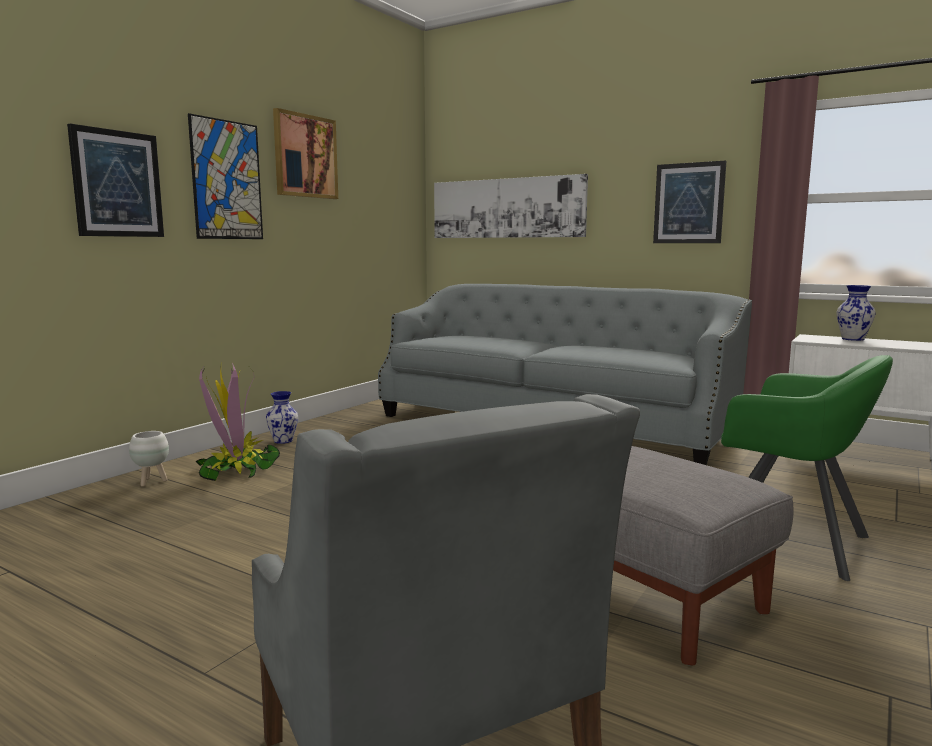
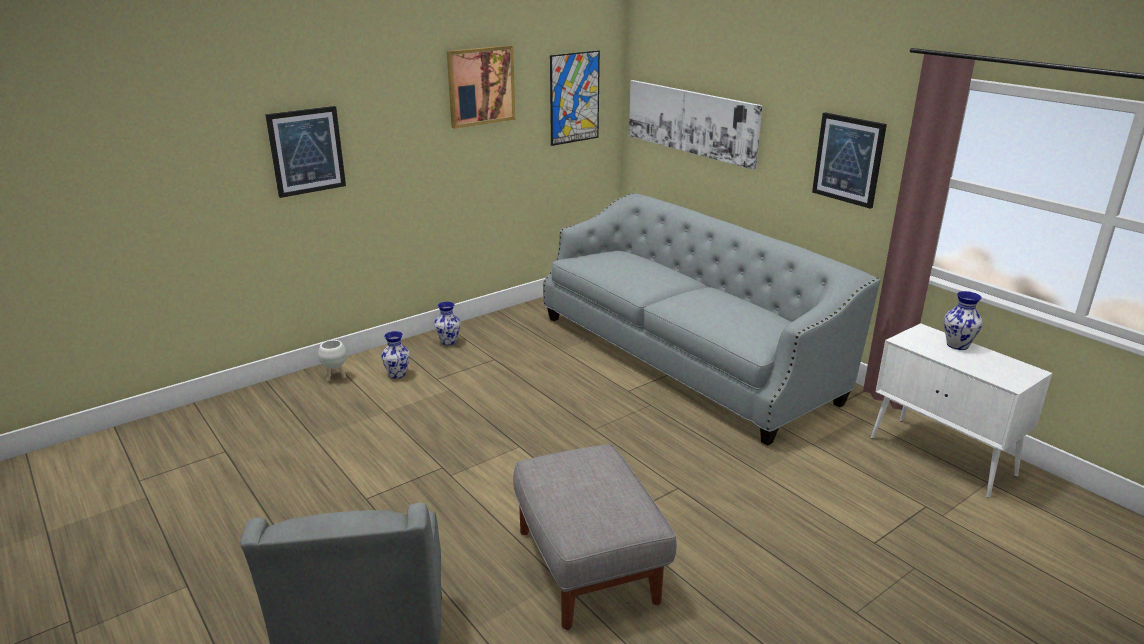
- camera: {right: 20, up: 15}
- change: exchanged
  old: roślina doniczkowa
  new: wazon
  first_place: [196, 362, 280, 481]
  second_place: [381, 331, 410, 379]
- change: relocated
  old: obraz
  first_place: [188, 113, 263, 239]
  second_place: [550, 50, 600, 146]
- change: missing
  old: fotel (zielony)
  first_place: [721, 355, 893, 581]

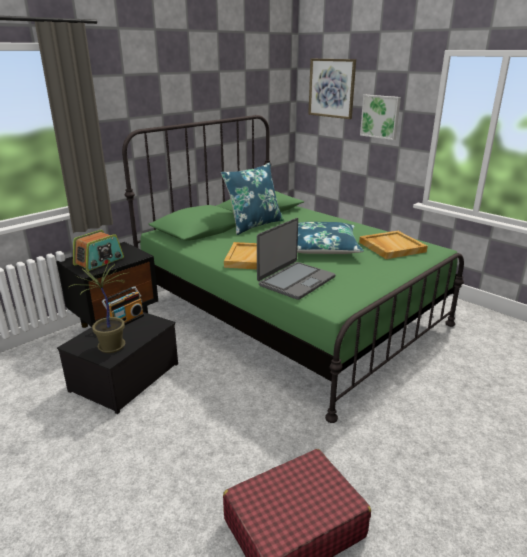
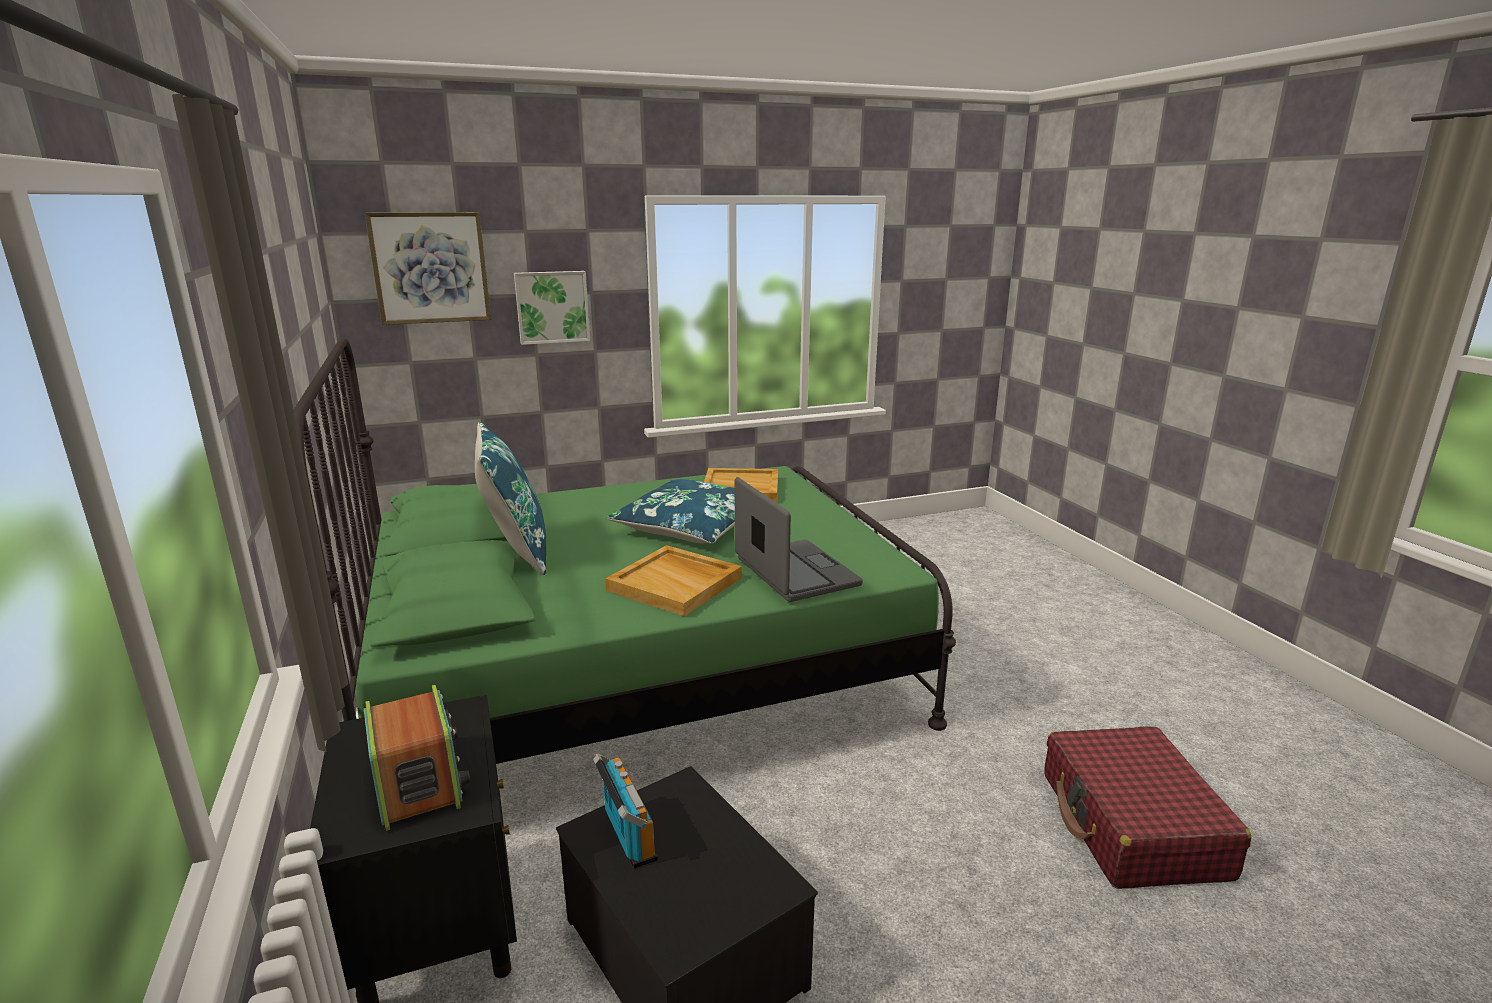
- camera: {right: -65, up: -5}
- change: missing
  old: roślina doniczkowa
  first_place: [68, 264, 129, 353]

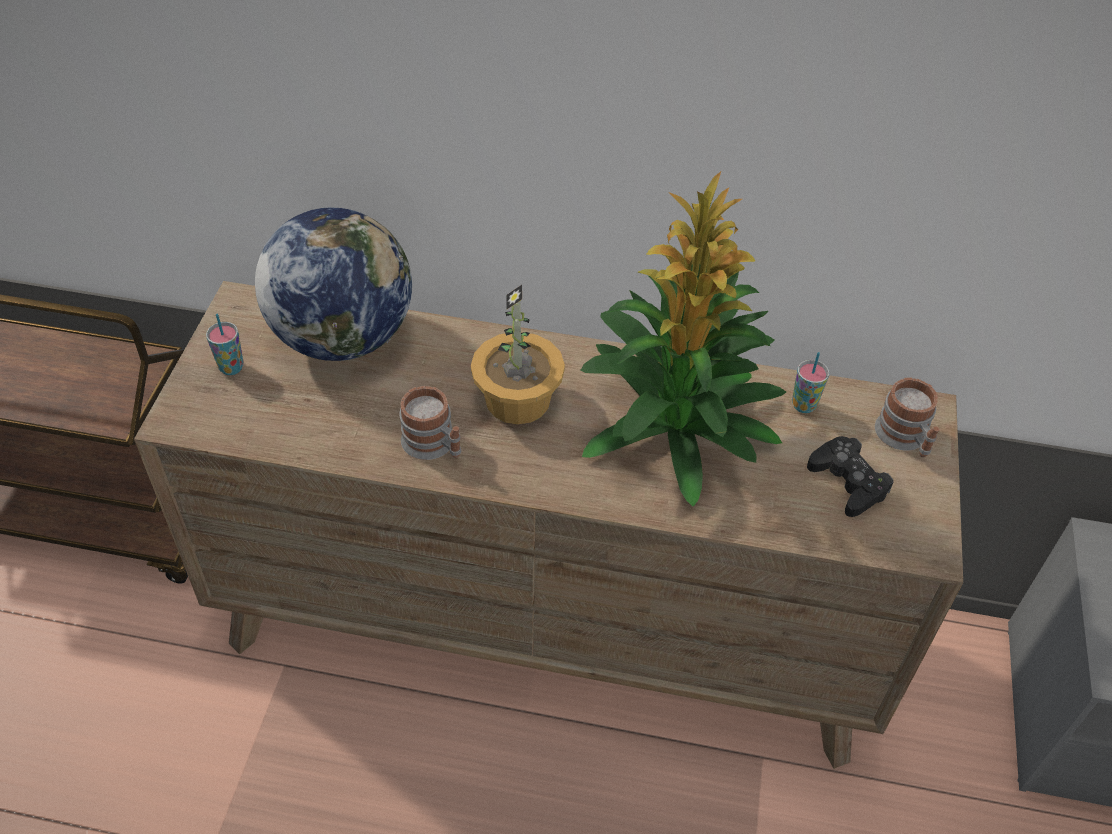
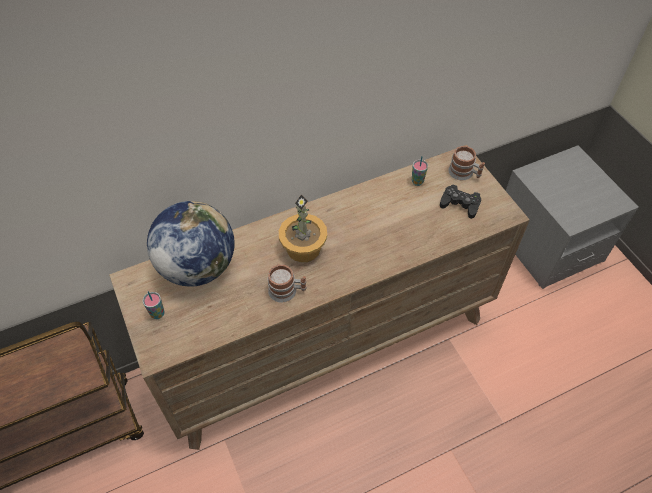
- camera: {right: -35, up: 5}
- change: missing
  old: roślina doniczkowa
  first_place: [580, 172, 786, 507]

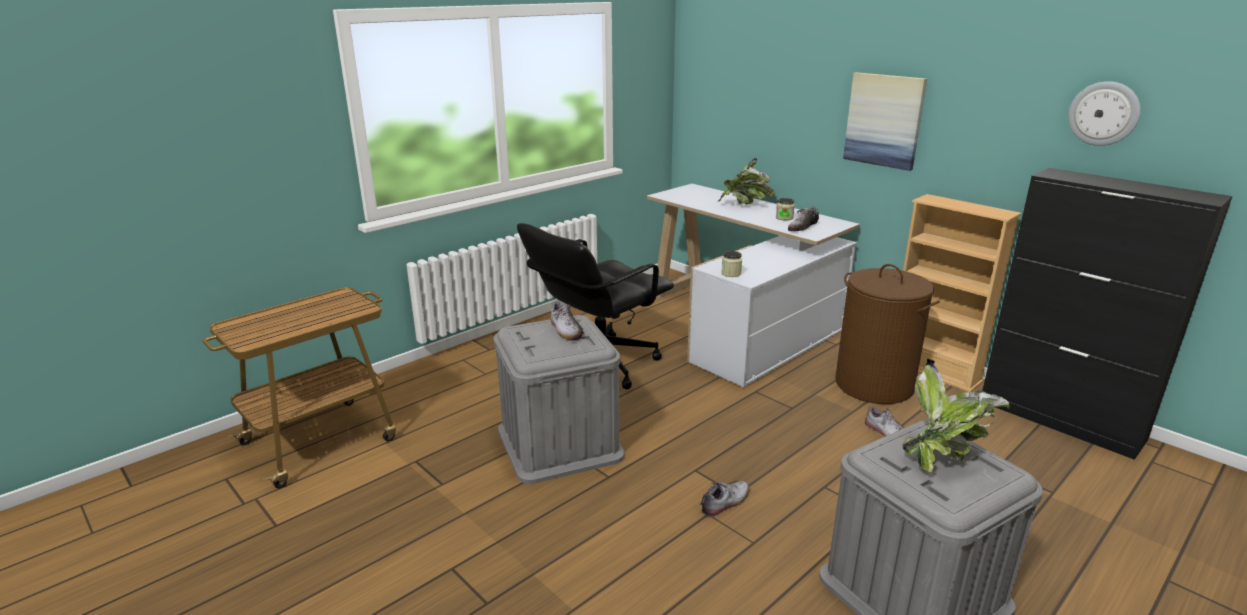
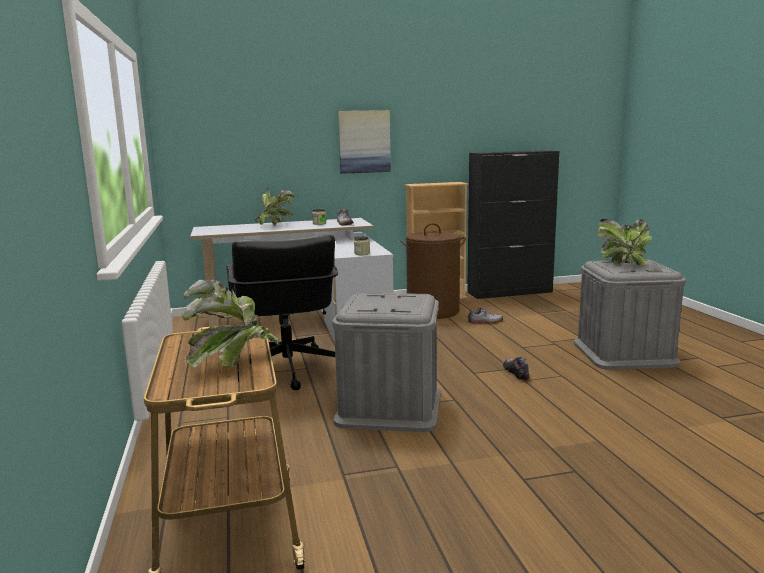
- camera: {right: -60, up: -10}
- change: appeared
  new: roślina doniczkowa
  second_place: [182, 279, 279, 368]
- change: missing
  old: but
  first_place: [551, 301, 584, 341]
- change: missing
  old: zegar ścienny
  first_place: [1068, 81, 1141, 146]

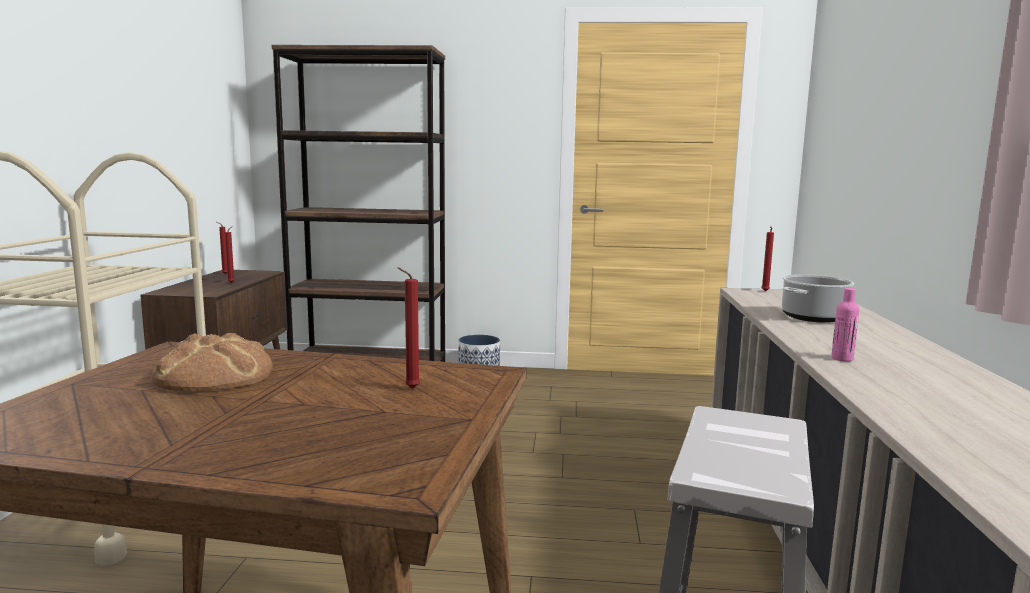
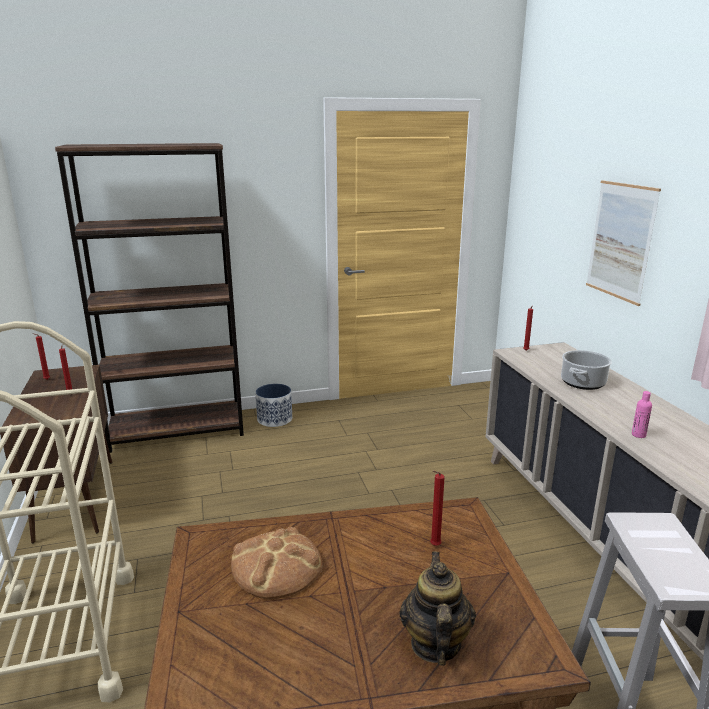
- camera: {right: -20, up: 10}
- change: appeared
  new: imbryk
  second_place: [400, 551, 476, 665]
- change: appeared
  new: obraz
  second_place: [586, 180, 661, 306]

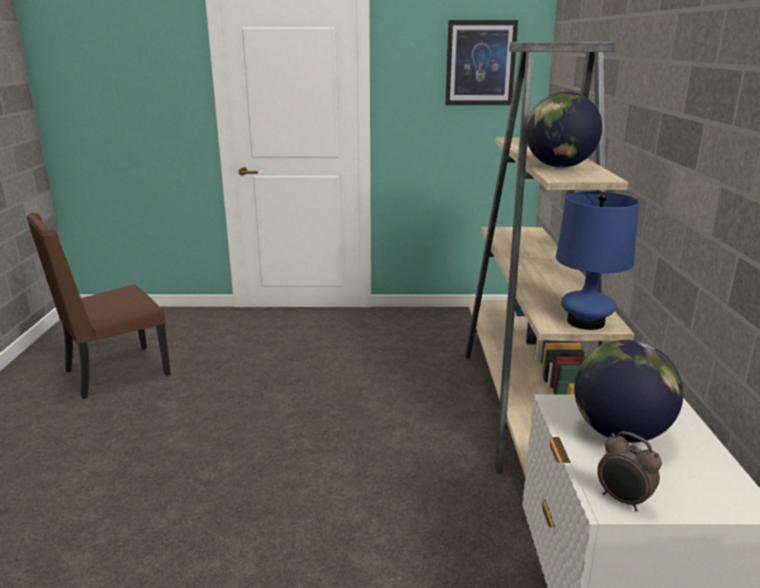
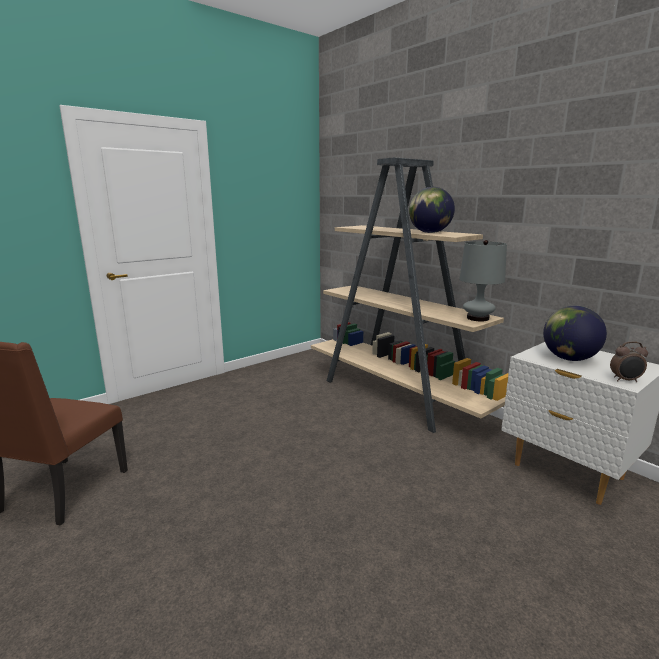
- camera: {right: -40, up: -5}
- change: colour
  old: lampa stołowa (niebieski)
  new: lampa stołowa (szary)
  first_place: [556, 191, 639, 330]
  second_place: [459, 240, 507, 321]
- change: missing
  old: obraz
  first_place: [445, 20, 518, 105]

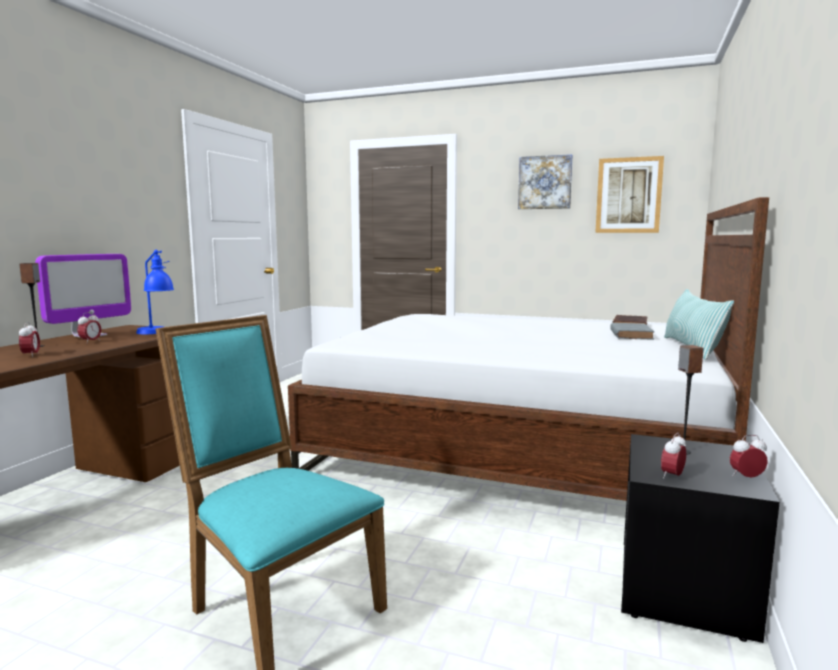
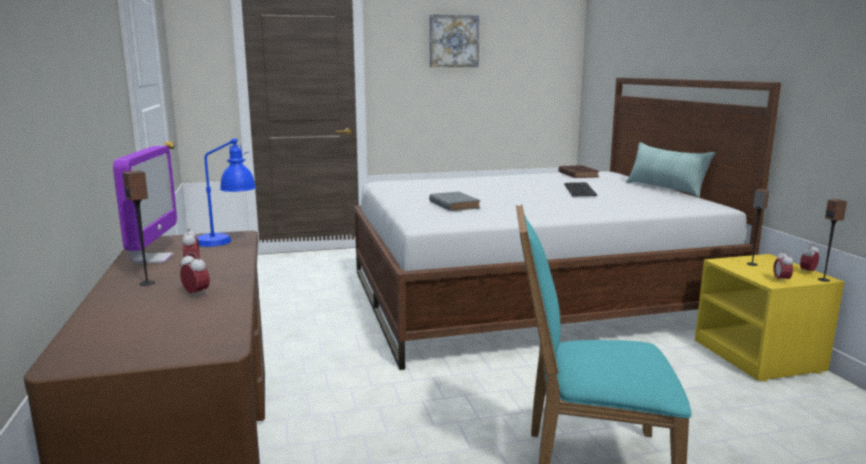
- camera: {right: -35, up: 5}
- change: relocated
  old: książka (szary)
  first_place: [610, 323, 655, 340]
  second_place: [429, 192, 481, 211]
- change: appeared
  new: klawiatura
  second_place: [564, 182, 597, 196]
- change: colour
  old: szafka nocna (czarny)
  new: szafka nocna (żółty)
  first_place: [621, 434, 780, 643]
  second_place: [695, 254, 844, 382]
- change: appeared
  new: głośnik
  second_place: [818, 199, 847, 282]
- change: missing
  old: obraz
  first_place: [595, 156, 664, 233]

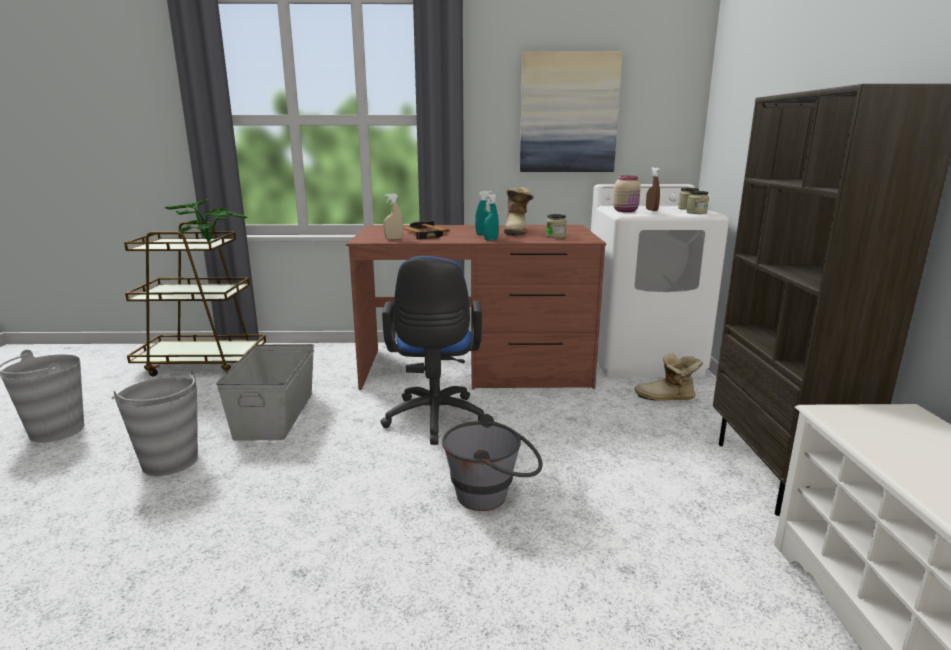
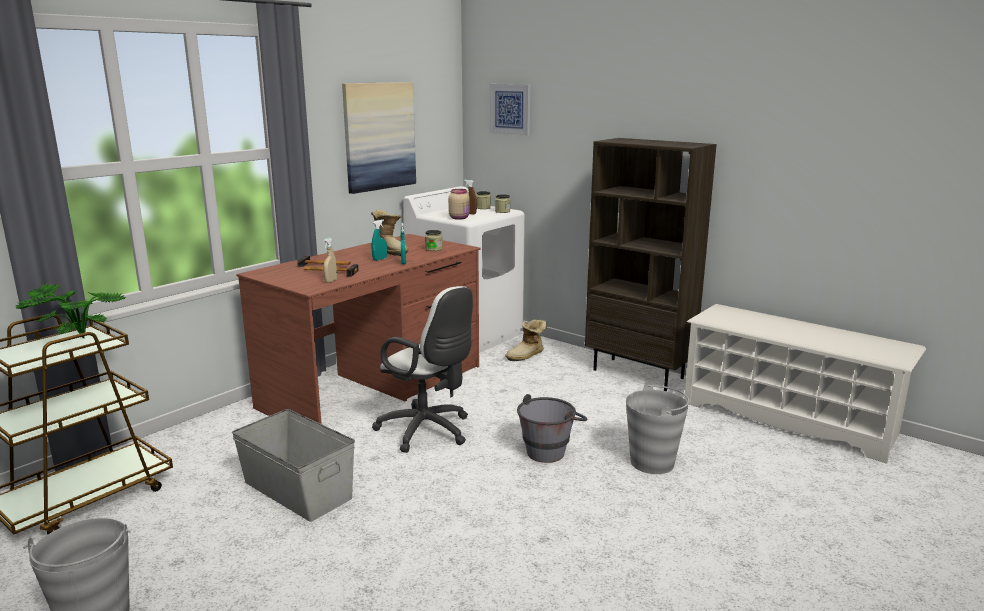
- camera: {right: -50, up: 0}
- change: colour
  old: krzesło biurowe (niebieski)
  new: krzesło biurowe (biały)
  first_place: [380, 256, 484, 445]
  second_place: [372, 286, 473, 453]
- change: appeared
  new: obraz
  second_place: [489, 84, 530, 136]
- change: relocated
  old: wiadro (szary)
  first_place: [112, 370, 199, 476]
  second_place: [626, 381, 689, 474]

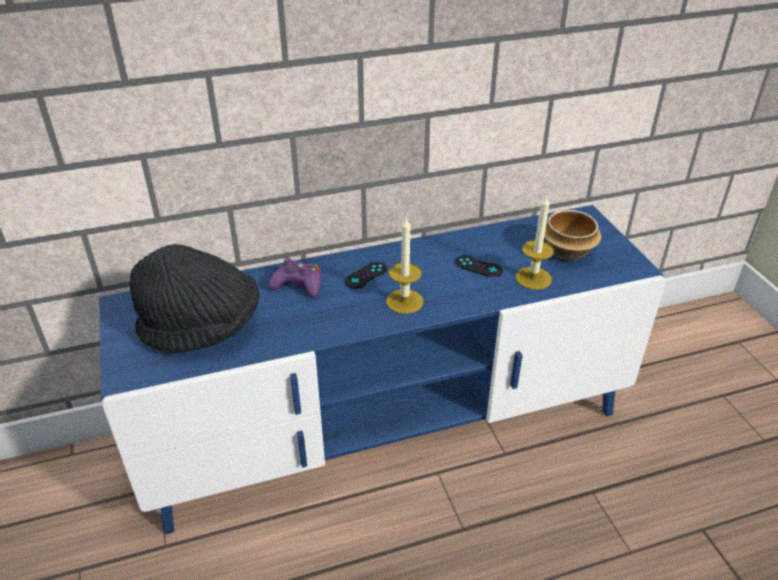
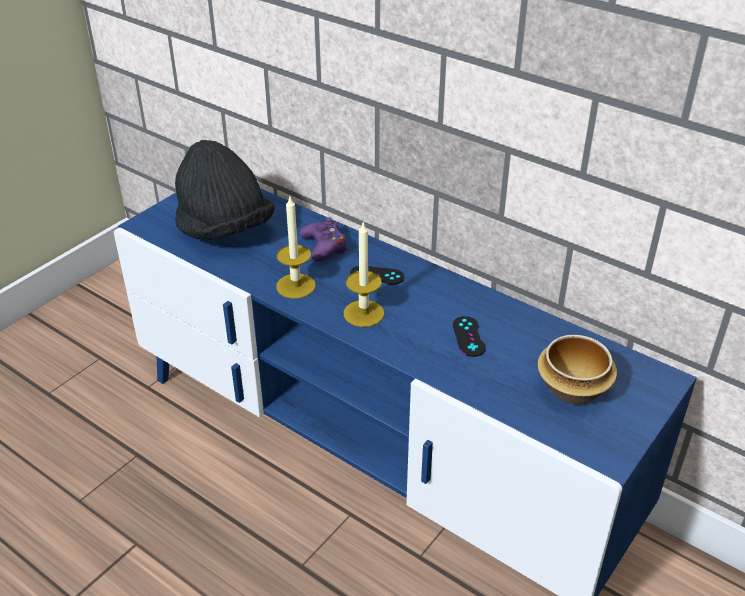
- camera: {right: 55, up: 0}
- change: relocated
  old: świeca
  first_place: [516, 194, 554, 290]
  second_place: [276, 197, 316, 299]

